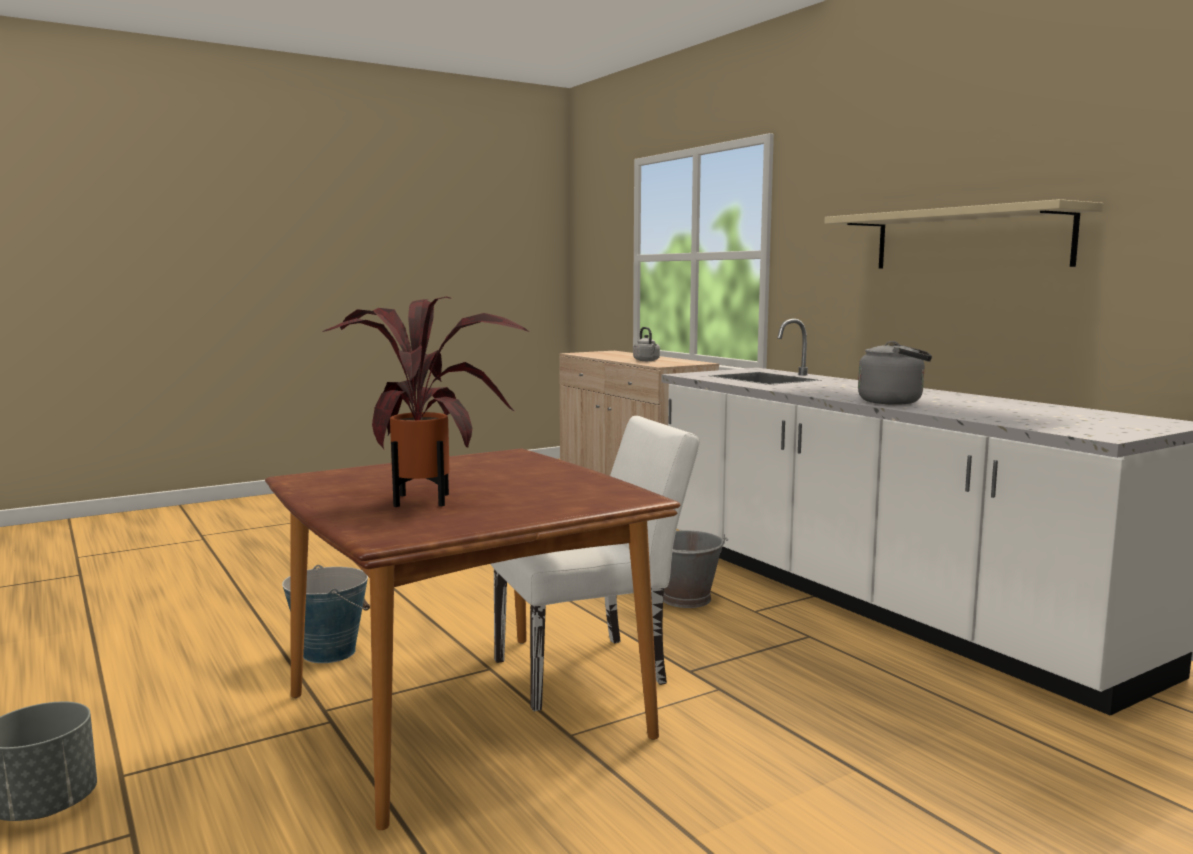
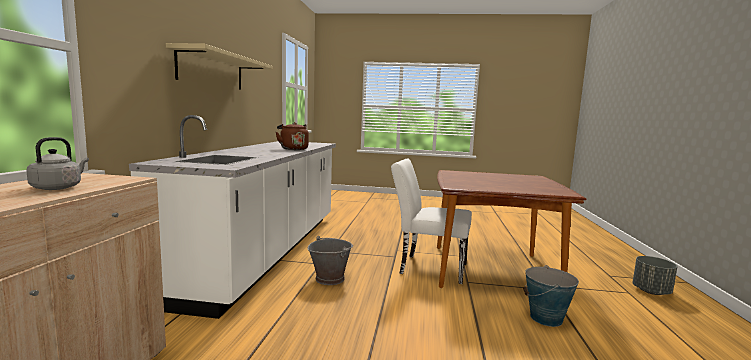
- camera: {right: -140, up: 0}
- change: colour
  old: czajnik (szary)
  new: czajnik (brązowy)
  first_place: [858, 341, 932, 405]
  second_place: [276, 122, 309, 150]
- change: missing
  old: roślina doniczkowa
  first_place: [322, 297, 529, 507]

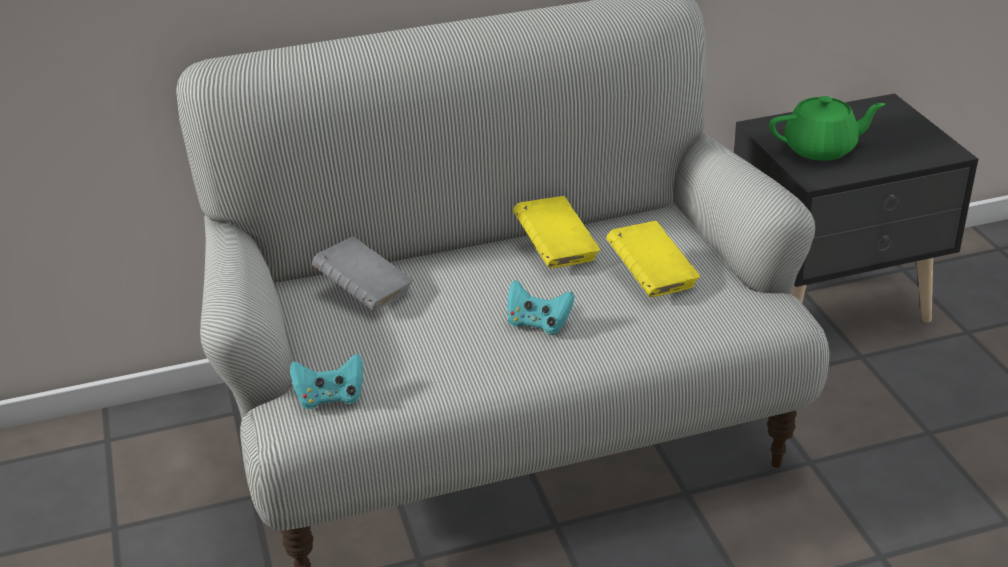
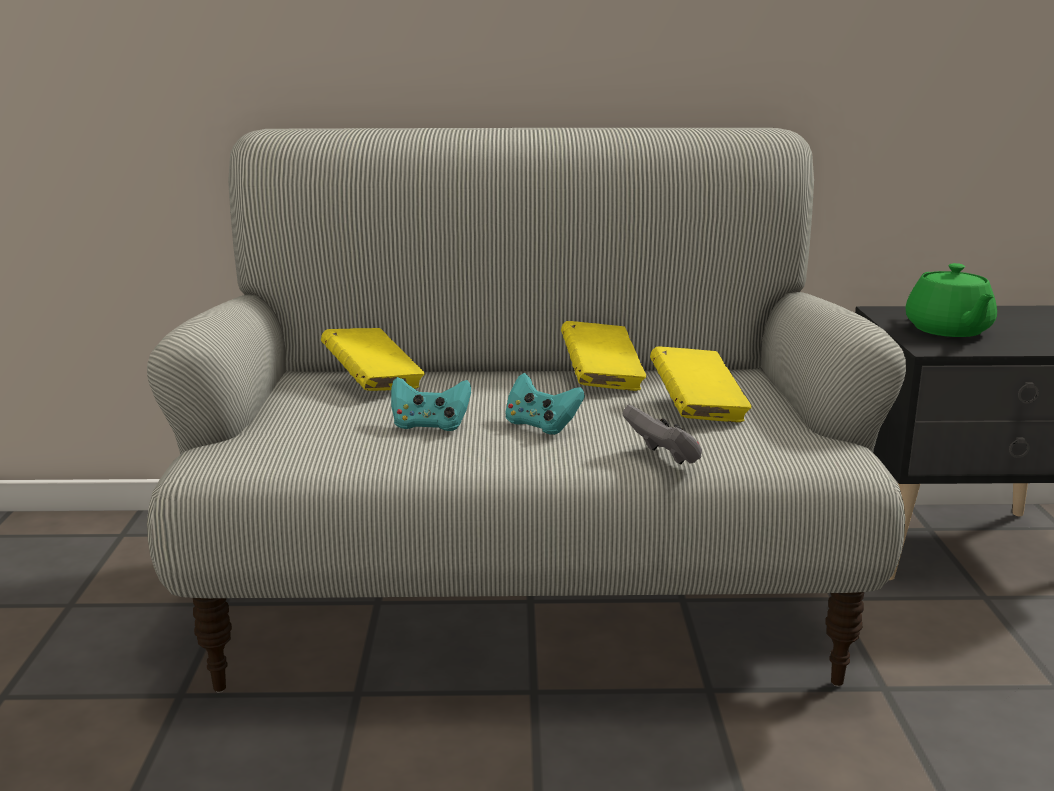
- camera: {right: 15, up: -15}
- change: colour
  old: książka (szary)
  new: książka (żółty)
  first_place: [312, 236, 413, 311]
  second_place: [321, 328, 425, 391]
- change: relocated
  old: pad do gier (turkusowy)
  first_place: [290, 353, 363, 409]
  second_place: [391, 377, 471, 431]
- change: appeared
  new: pad do gier (szary)
  second_place: [622, 405, 702, 465]
- change: spun
  old: imbryk (zielony)
  first_place: [769, 96, 885, 161]
  second_place: [906, 263, 997, 337]
  degrees: 75

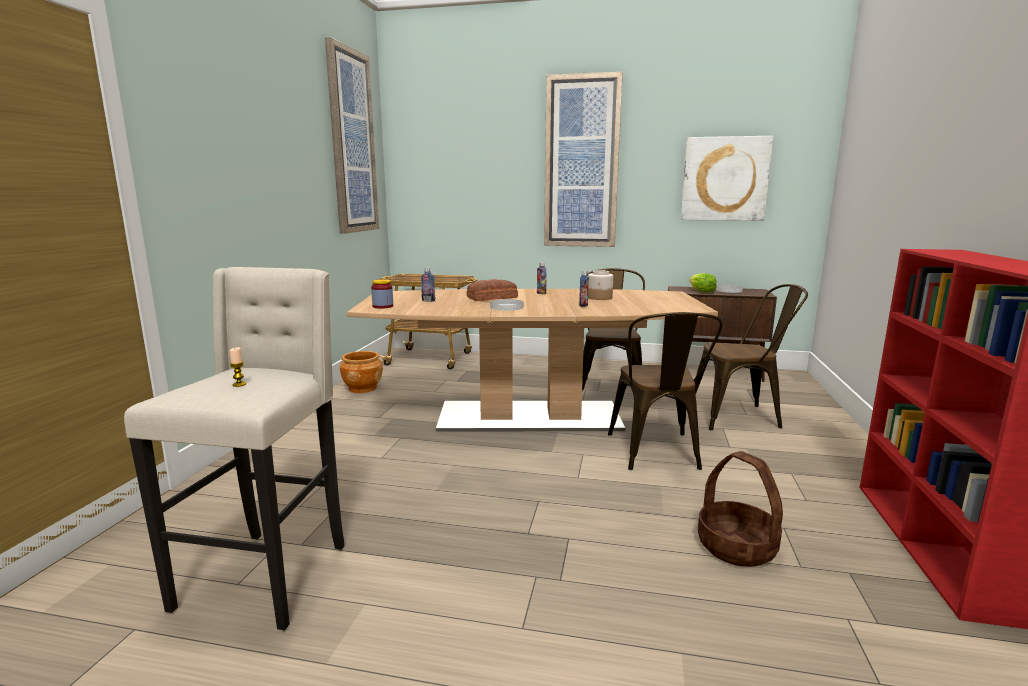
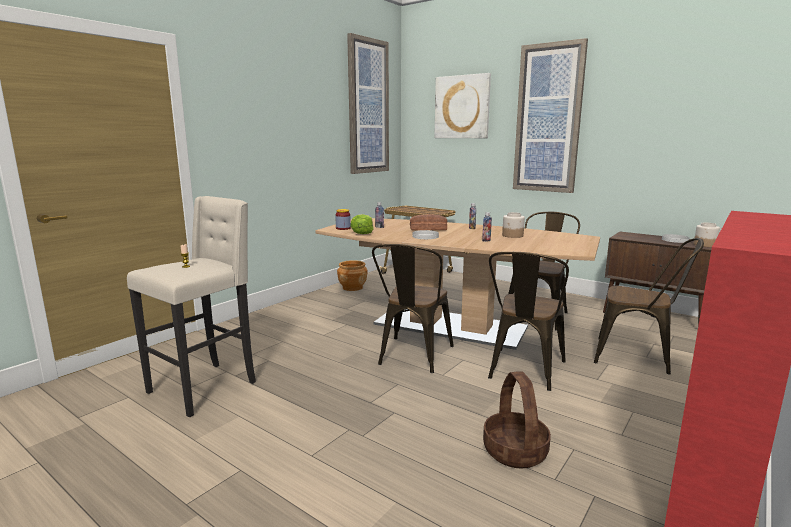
- camera: {right: 25, up: 0}
- change: relocated
  old: sałata
  first_place: [689, 273, 717, 293]
  second_place: [350, 214, 374, 234]
- change: appeared
  new: krzesło (brązowy)
  second_place: [372, 244, 454, 373]
- change: relocated
  old: obraz
  first_place: [681, 136, 773, 221]
  second_place: [434, 73, 491, 138]
- change: appeared
  new: słoik
  second_place: [694, 223, 720, 247]

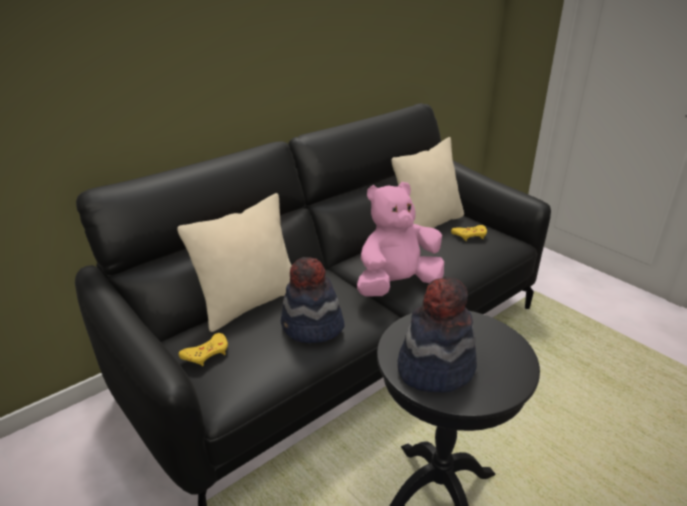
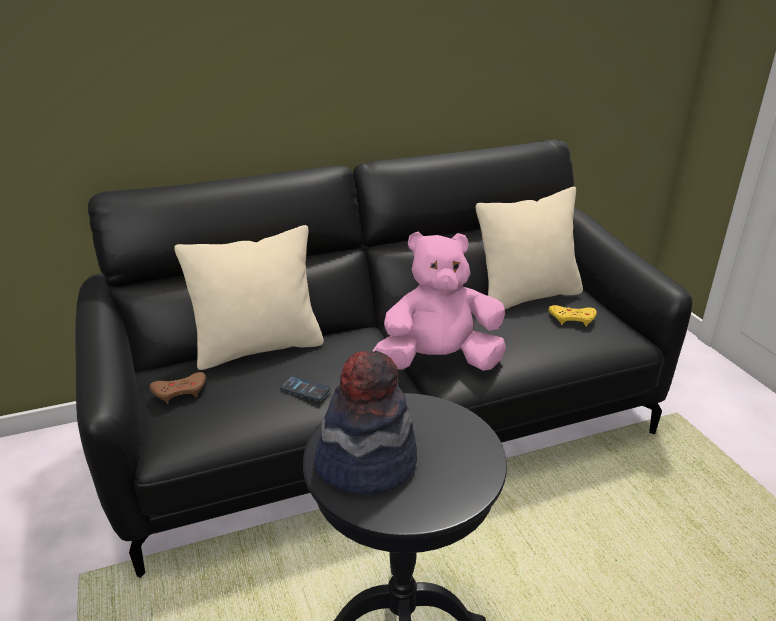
- camera: {right: 20, up: 0}
- change: colour
  old: pad do gier (żółty)
  new: pad do gier (brązowy)
  first_place: [179, 333, 228, 366]
  second_place: [150, 372, 206, 404]
- change: exchanged
  old: kapelusz
  new: telefon
  first_place: [281, 257, 345, 343]
  second_place: [280, 376, 330, 401]

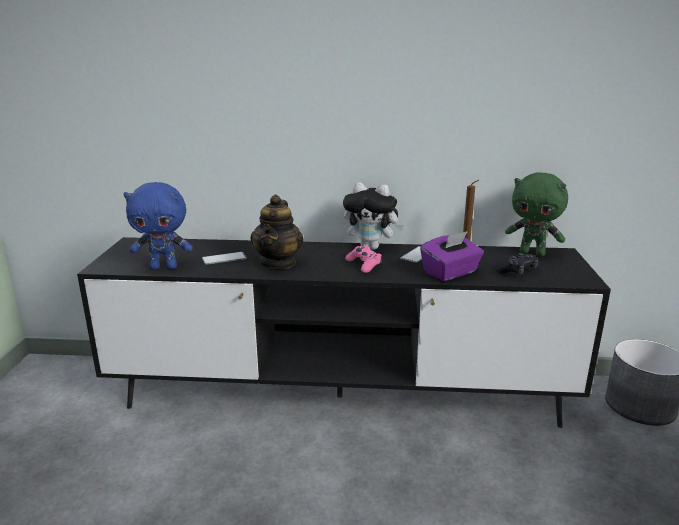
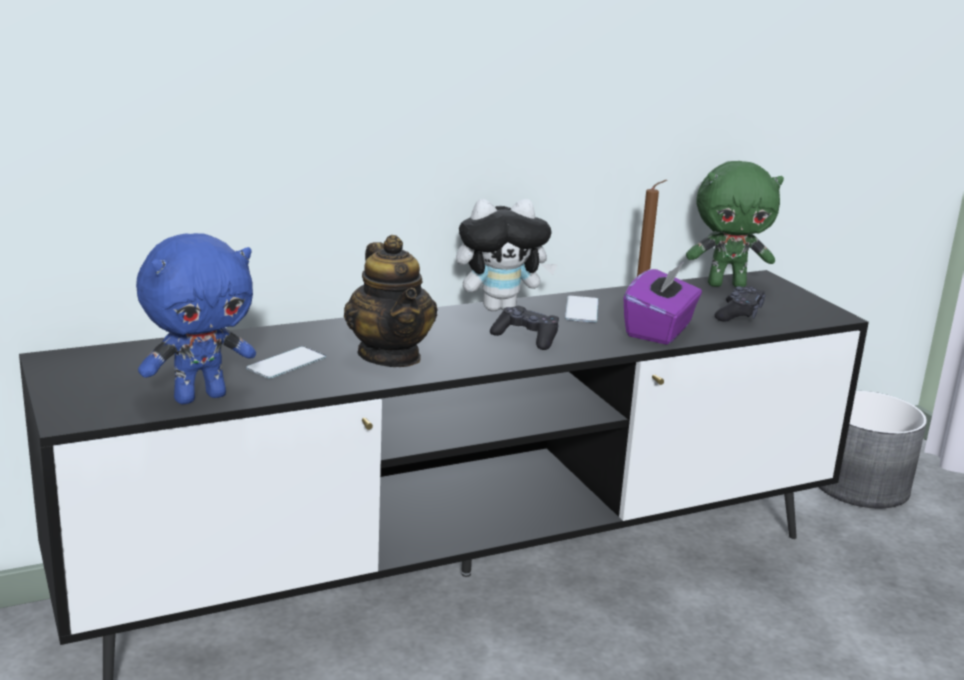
- camera: {right: -30, up: 0}
- change: colour
  old: pad do gier (różowy)
  new: pad do gier (czarny)
  first_place: [345, 246, 382, 273]
  second_place: [490, 306, 559, 350]

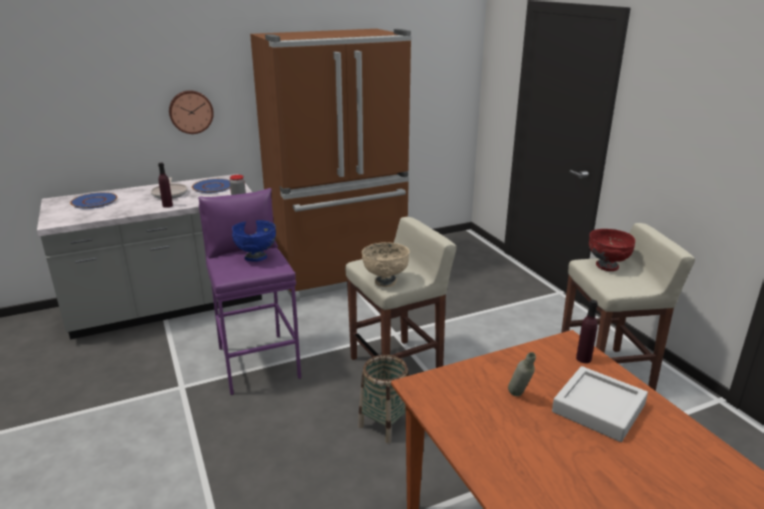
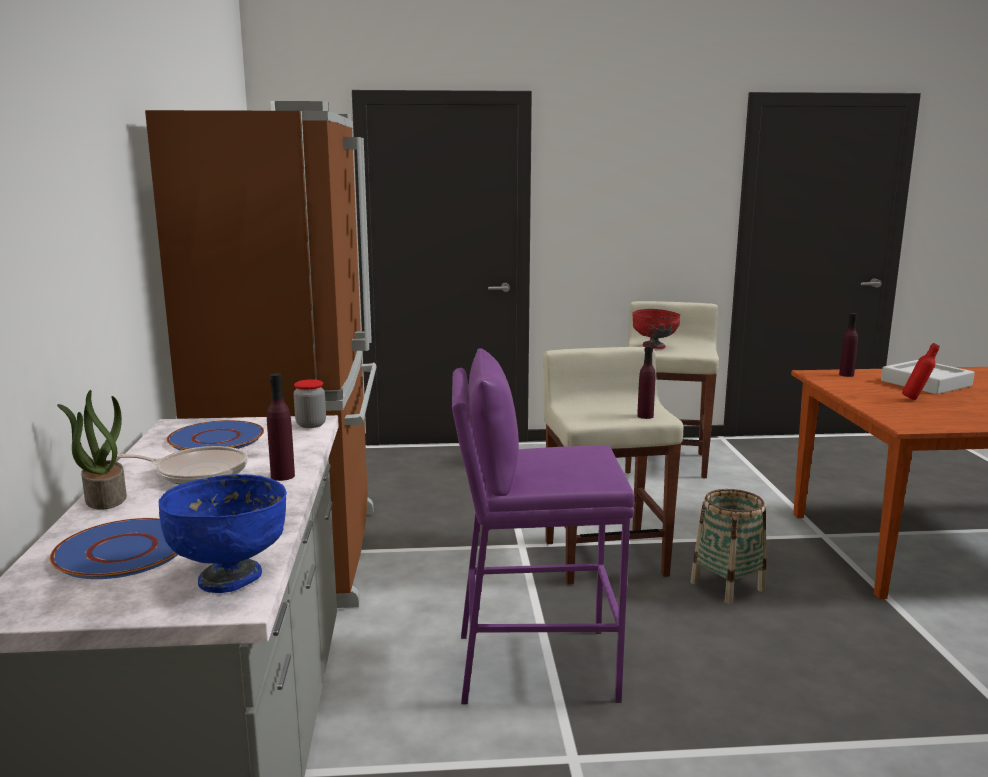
- camera: {right: -70, up: -10}
- change: appeared
  new: roślina doniczkowa
  second_place: [57, 390, 127, 510]
- change: relocated
  old: miska (niebieski)
  first_place: [232, 220, 276, 262]
  second_place: [159, 474, 287, 593]
- change: exchanged
  old: miska (beżowy)
  new: butelka (fioletowy)
  first_place: [362, 242, 410, 287]
  second_place: [637, 346, 656, 419]
- change: colour
  old: butelka (szary)
  new: butelka (czerwony)
  first_place: [508, 352, 536, 396]
  second_place: [902, 343, 940, 400]
- change: missing
  old: zegar ścienny
  first_place: [169, 90, 214, 134]

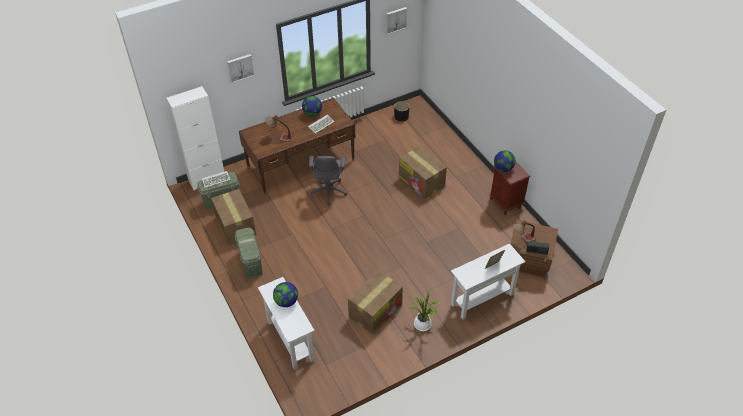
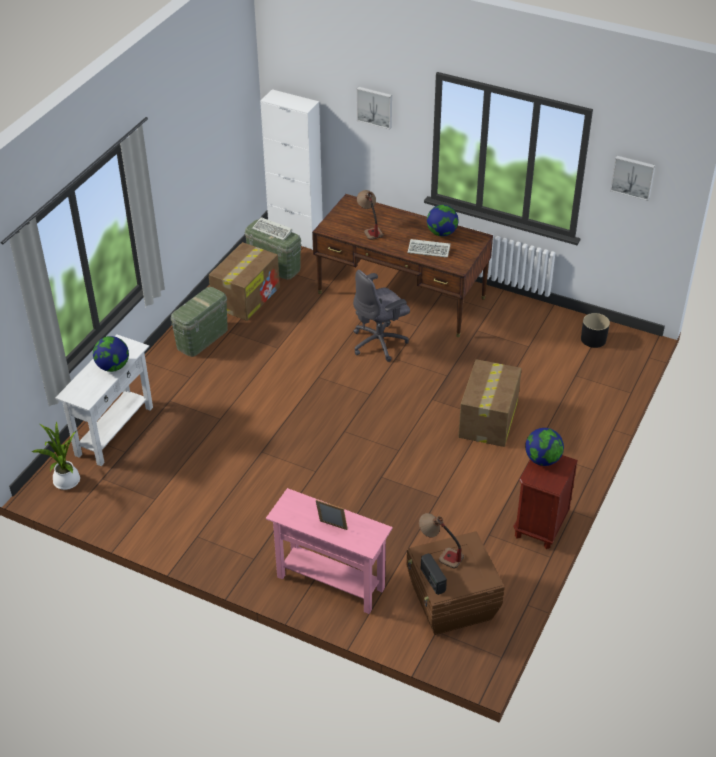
- camera: {right: 55, up: -5}
- change: relocated
  old: roślina doniczkowa
  first_place: [409, 289, 441, 331]
  second_place: [32, 421, 80, 490]
- change: colour
  old: stolik konsolowy (biały)
  new: stolik konsolowy (różowy)
  first_place: [451, 243, 525, 320]
  second_place: [266, 488, 393, 614]
- change: missing
  old: karton
  first_place: [348, 270, 403, 334]

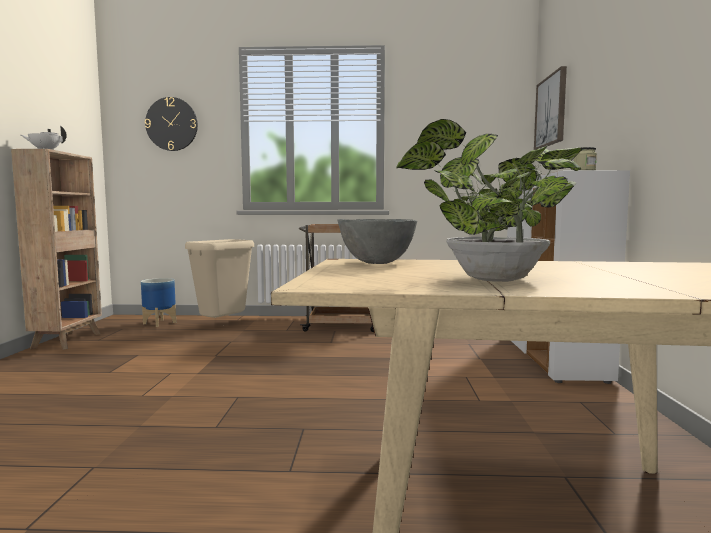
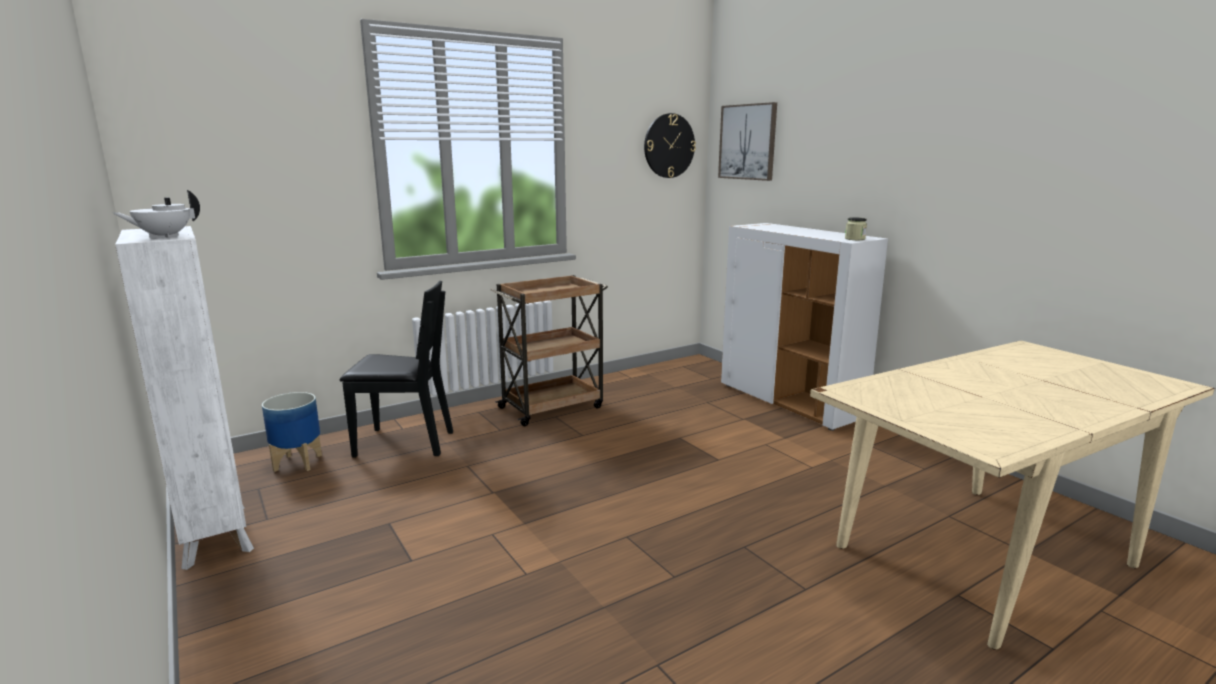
- camera: {right: -35, up: 10}
- change: colour
  old: regał (brązowy)
  new: regał (biały)
  first_place: [11, 149, 102, 350]
  second_place: [115, 226, 254, 570]
- change: exchanged
  old: kosz na śmieci (beżowy)
  new: krzesło (czarny)
  first_place: [185, 239, 254, 318]
  second_place: [340, 281, 453, 458]
- change: relocated
  old: zegar ścienny
  first_place: [145, 97, 198, 151]
  second_place: [644, 113, 696, 178]
- change: missing
  old: miska (szary)
  first_place: [337, 219, 417, 264]
- change: missing
  old: roślina doniczkowa
  first_place: [396, 119, 582, 282]

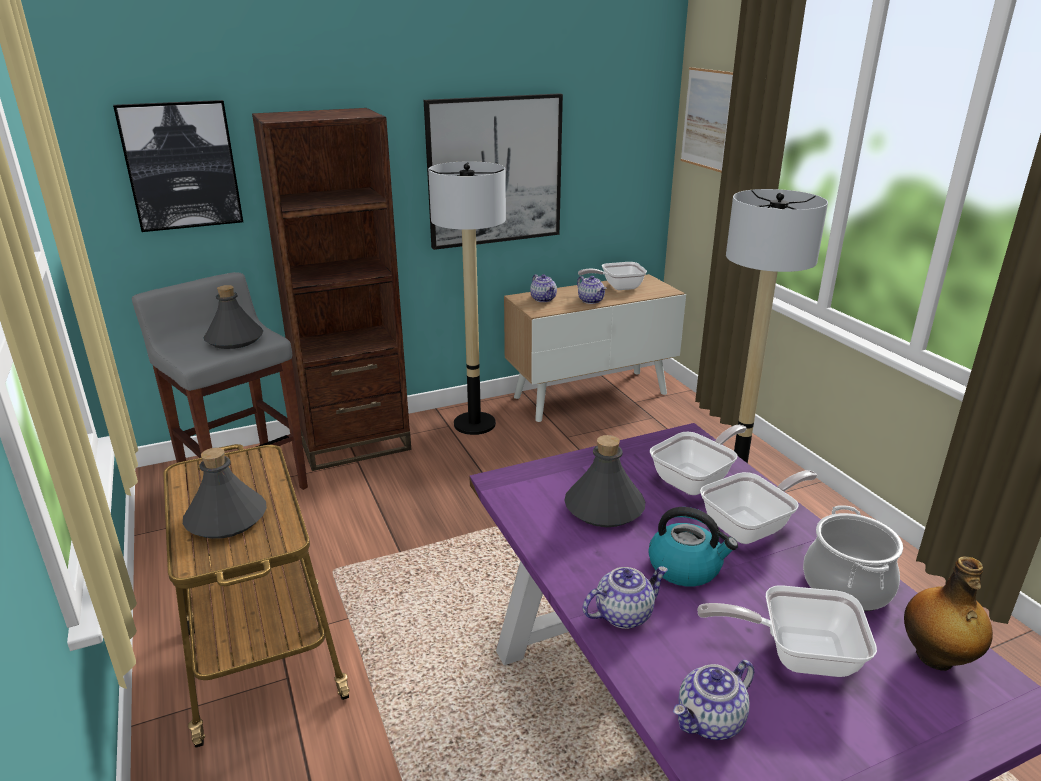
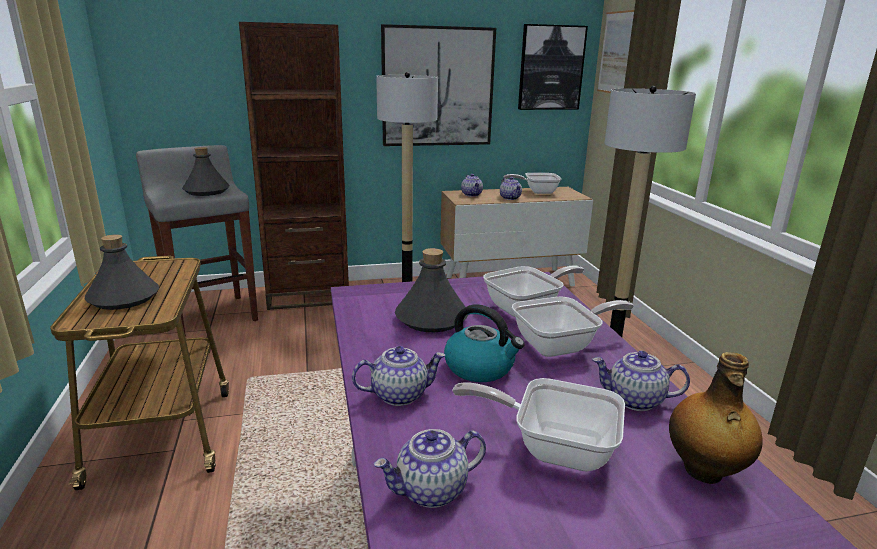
- camera: {right: 10, up: -5}
- change: relocated
  old: obraz
  first_place: [113, 100, 243, 232]
  second_place: [518, 24, 588, 110]
- change: exchanged
  old: garnek
  new: imbryk
  first_place: [803, 505, 903, 611]
  second_place: [592, 351, 690, 411]

